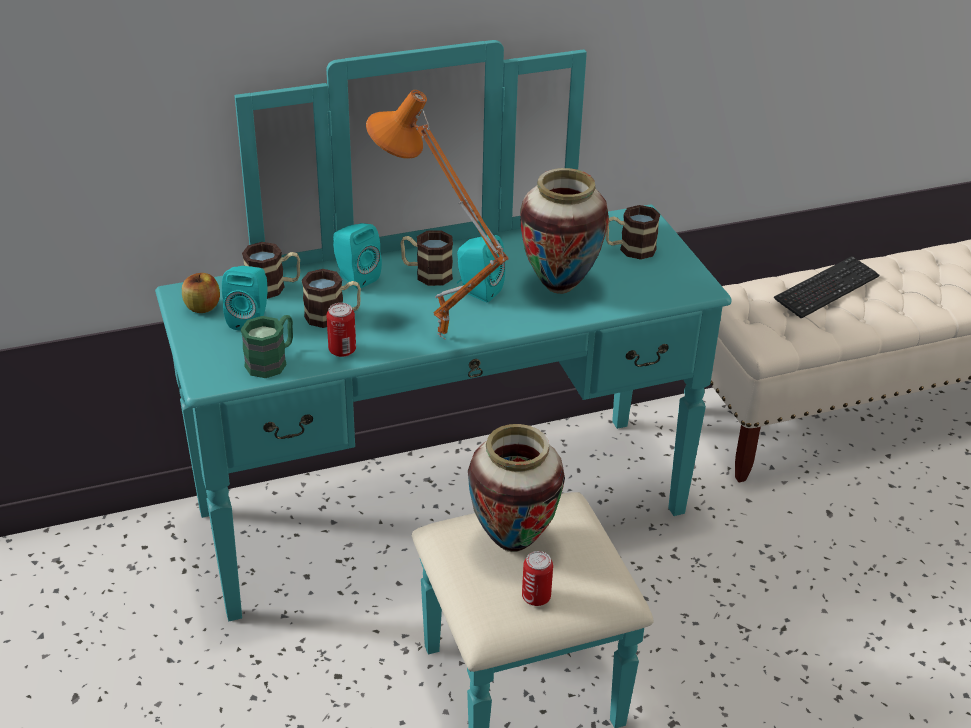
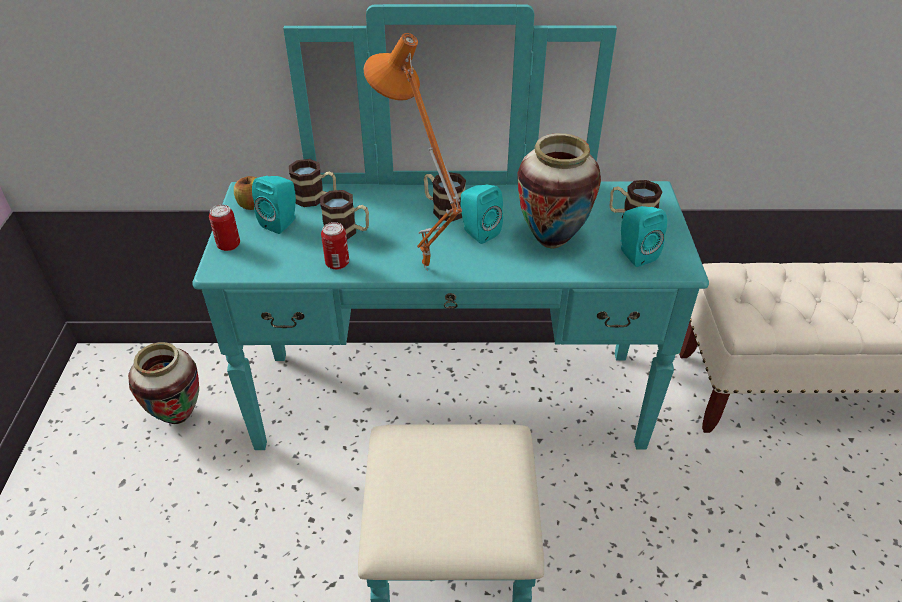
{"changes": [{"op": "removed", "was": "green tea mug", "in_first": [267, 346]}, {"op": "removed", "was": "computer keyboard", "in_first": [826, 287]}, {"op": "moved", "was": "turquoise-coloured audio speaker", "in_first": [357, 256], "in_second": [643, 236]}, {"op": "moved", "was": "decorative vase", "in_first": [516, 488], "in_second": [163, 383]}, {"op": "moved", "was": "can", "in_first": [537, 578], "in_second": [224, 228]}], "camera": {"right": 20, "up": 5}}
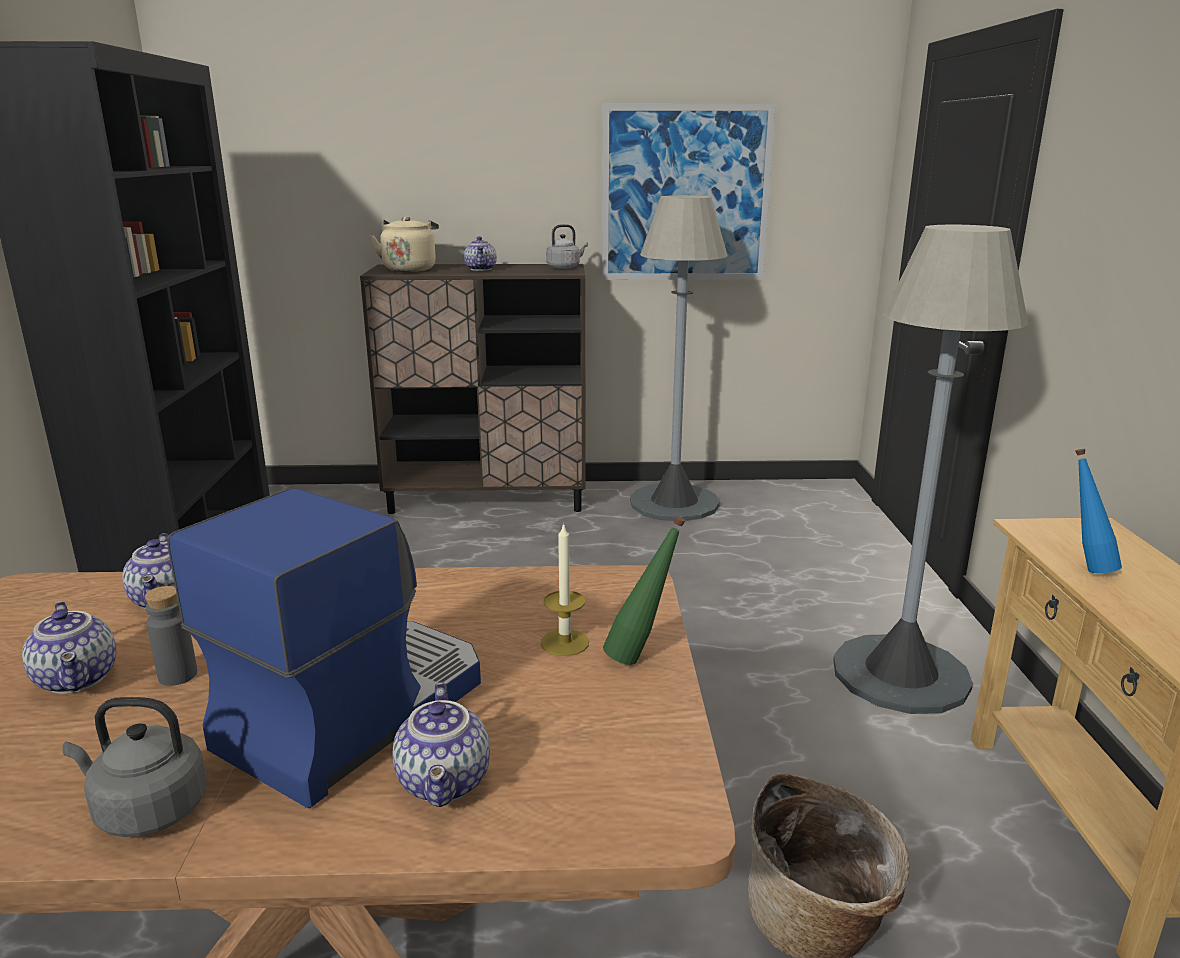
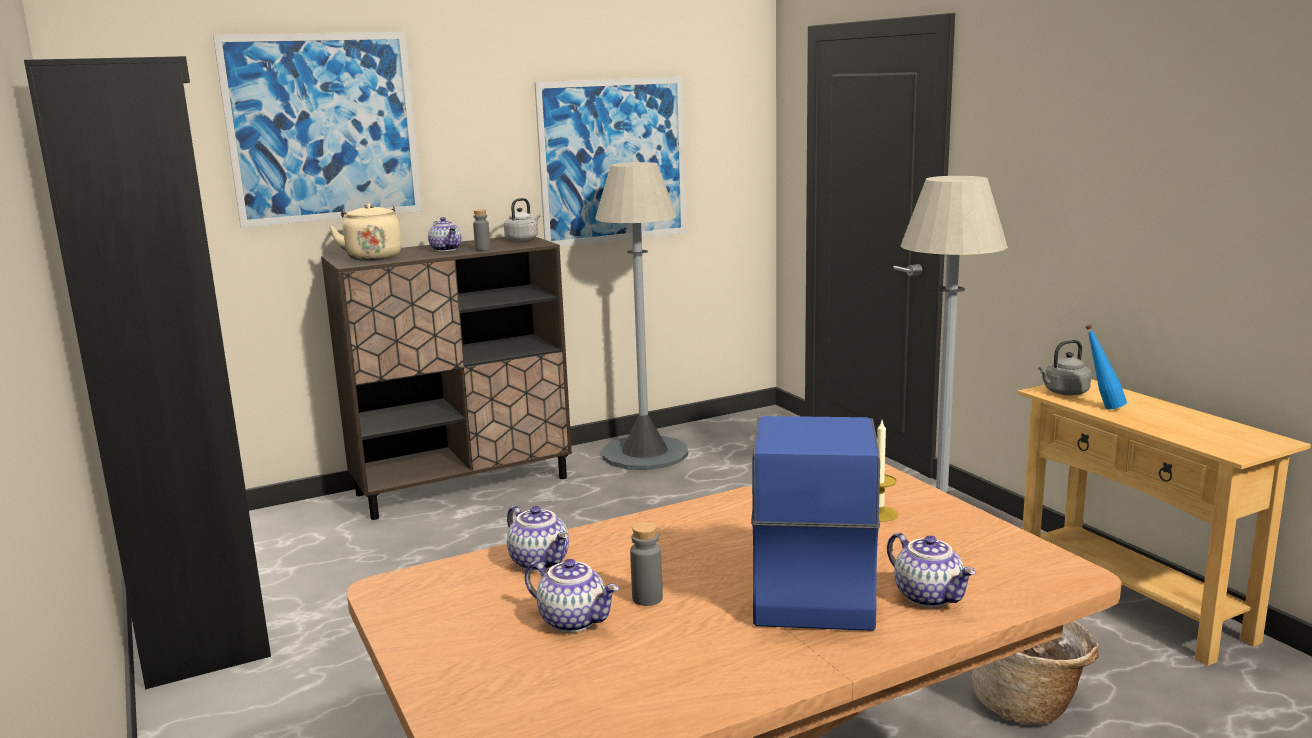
{"changes": [{"op": "removed", "was": "green beverage bottle", "in_first": [644, 590]}, {"op": "added", "now": "wall picture", "in_second": [317, 130]}, {"op": "added", "now": "greyish beverage bottle", "in_second": [482, 230]}, {"op": "moved", "was": "greyish tea kettle", "in_first": [134, 767], "in_second": [1064, 367]}], "camera": {"right": -25, "up": -5}}
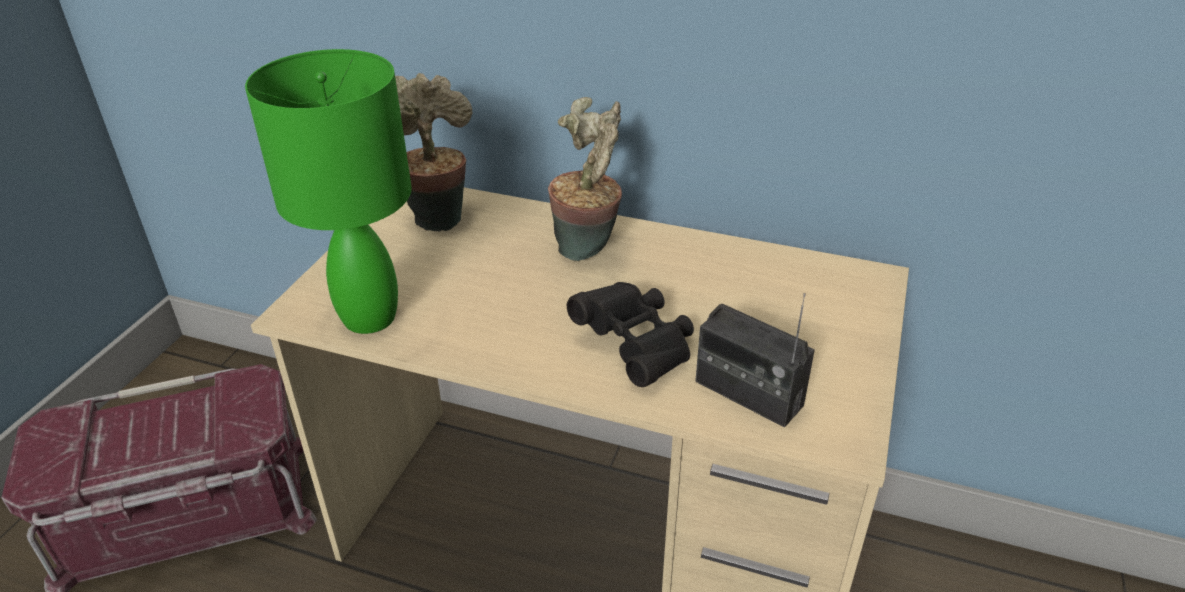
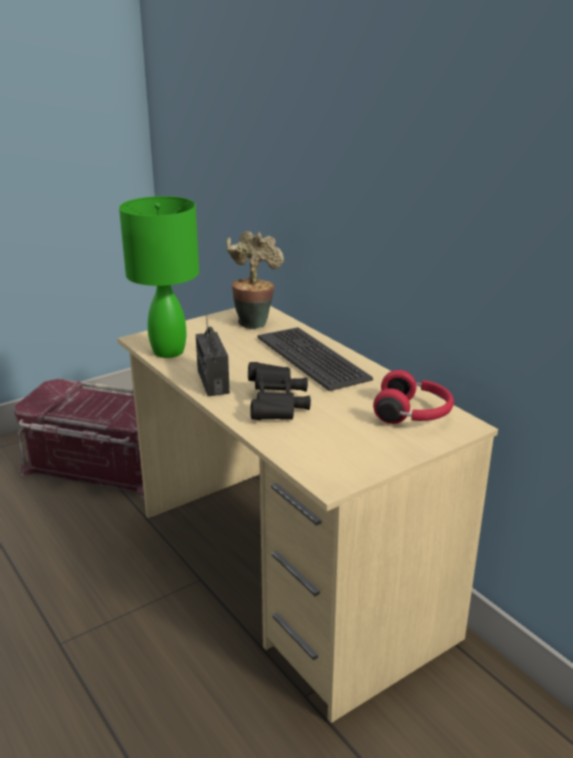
{"changes": [{"op": "added", "now": "red headphones", "in_second": [413, 397]}, {"op": "moved", "was": "radio", "in_first": [755, 360], "in_second": [213, 353]}, {"op": "replaced", "was": "potted plant", "now": "computer keyboard", "in_first": [585, 179], "in_second": [315, 359]}], "camera": {"right": 35, "up": -10}}
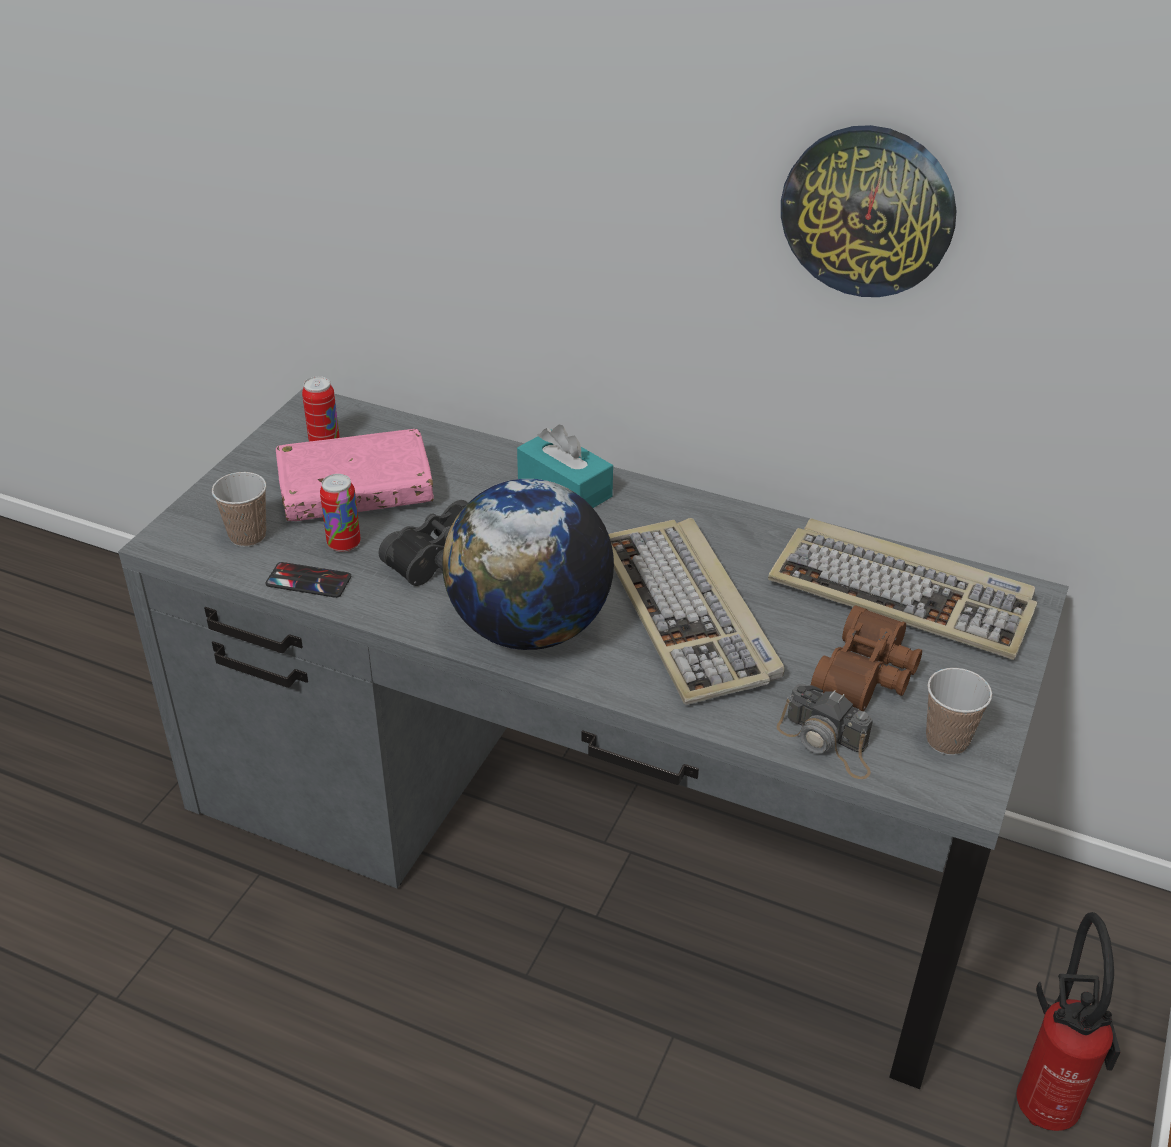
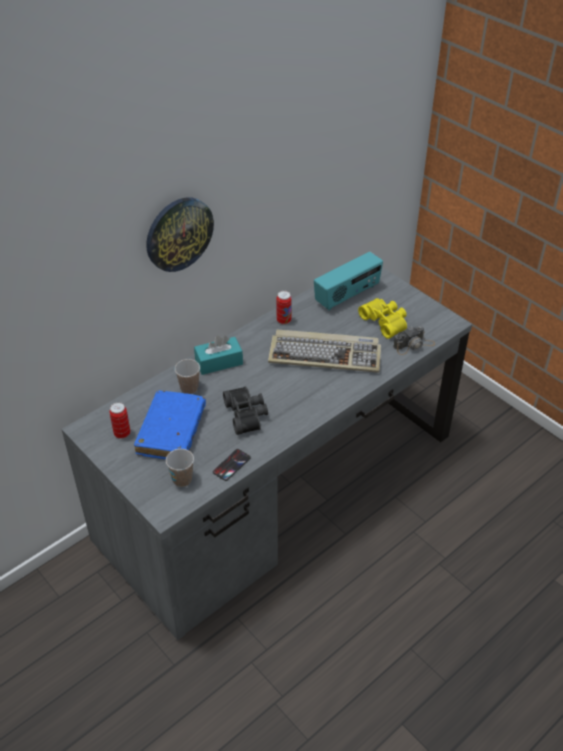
{"changes": [{"op": "removed", "was": "world globe", "in_first": [528, 564]}, {"op": "removed", "was": "fire-fighting cylinder", "in_first": [1068, 1021]}, {"op": "moved", "was": "can", "in_first": [340, 513], "in_second": [284, 307]}, {"op": "moved", "was": "hanging clock", "in_first": [869, 211], "in_second": [180, 234]}, {"op": "moved", "was": "cup", "in_first": [959, 711], "in_second": [187, 376]}, {"op": "replaced", "was": "computer keyboard", "now": "radio", "in_first": [902, 589], "in_second": [348, 281]}, {"op": "recoloured", "was": "pink book", "now": "bluish book", "in_first": [355, 475], "in_second": [170, 425]}, {"op": "recoloured", "was": "brown-coloured binoculars", "now": "yellow binoculars", "in_first": [866, 658], "in_second": [382, 318]}], "camera": {"right": -65, "up": 5}}
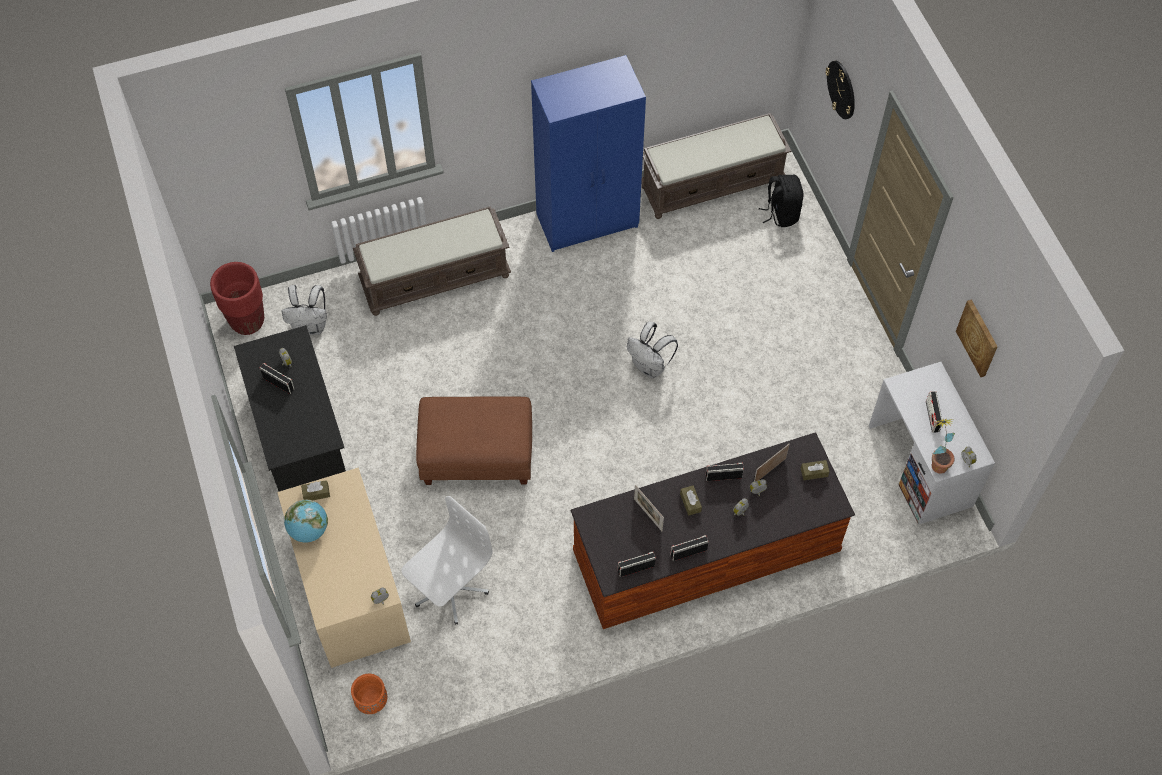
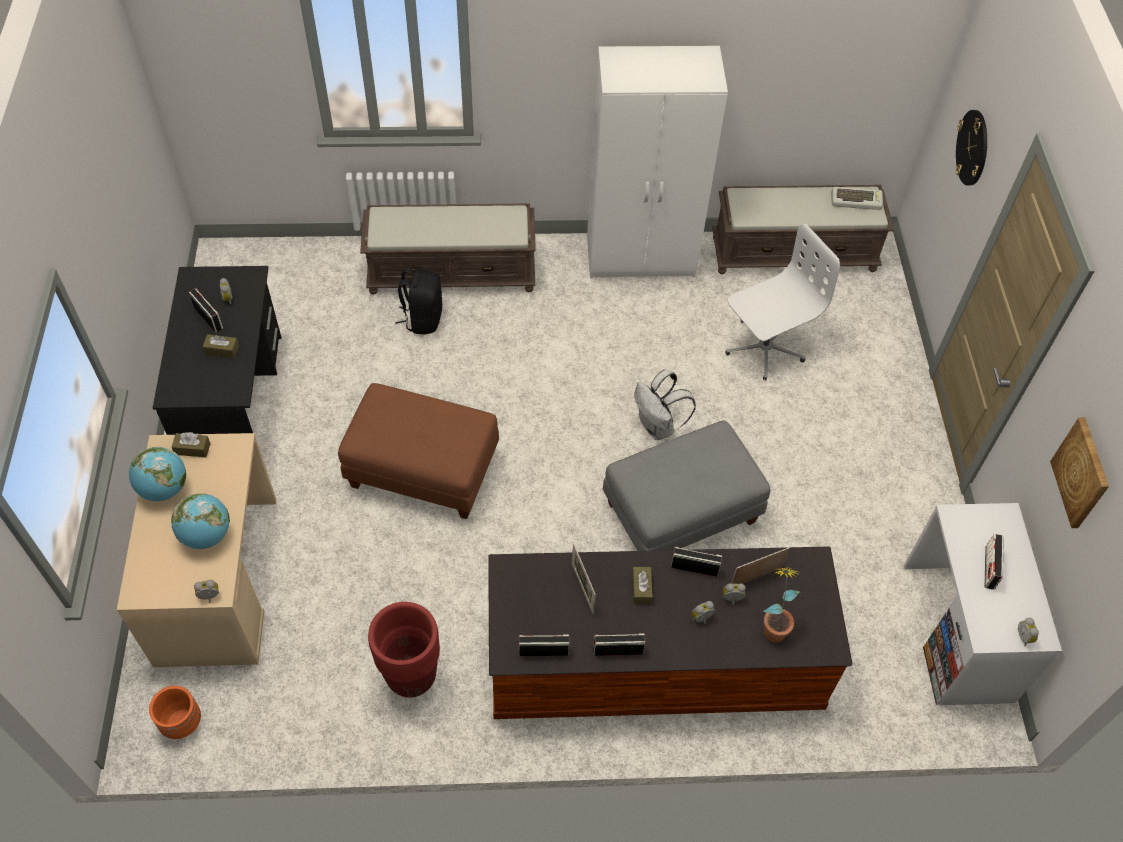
{"changes": [{"op": "removed", "was": "white backpack", "in_first": [304, 310]}, {"op": "added", "now": "world globe", "in_second": [200, 521]}, {"op": "added", "now": "greyish ottoman", "in_second": [686, 486]}, {"op": "added", "now": "computer keyboard", "in_second": [857, 198]}, {"op": "moved", "was": "red flower pot", "in_first": [237, 298], "in_second": [404, 650]}, {"op": "moved", "was": "white computer chair", "in_first": [447, 560], "in_second": [782, 302]}, {"op": "moved", "was": "black-coloured backpack", "in_first": [781, 201], "in_second": [418, 300]}, {"op": "moved", "was": "brown-coloured tissue box", "in_first": [815, 470], "in_second": [220, 346]}, {"op": "moved", "was": "potted plant", "in_first": [943, 446], "in_second": [782, 605]}, {"op": "recoloured", "was": "bluish wardrobe", "now": "white wardrobe", "in_first": [588, 153], "in_second": [657, 162]}], "camera": {"right": 15, "up": -5}}
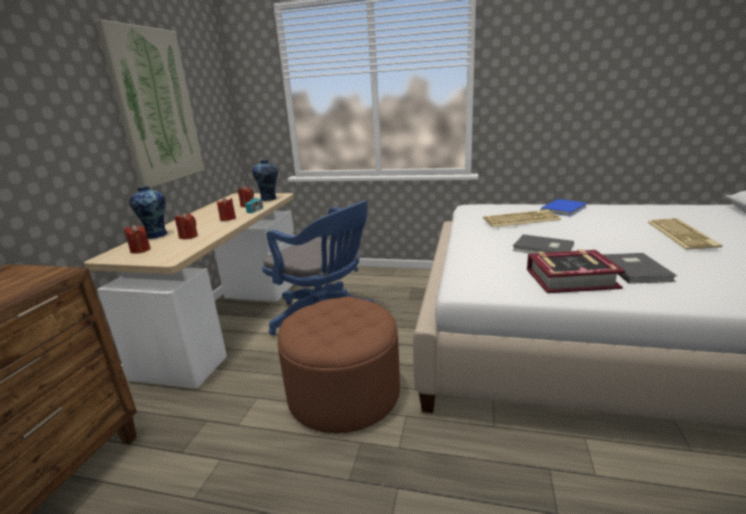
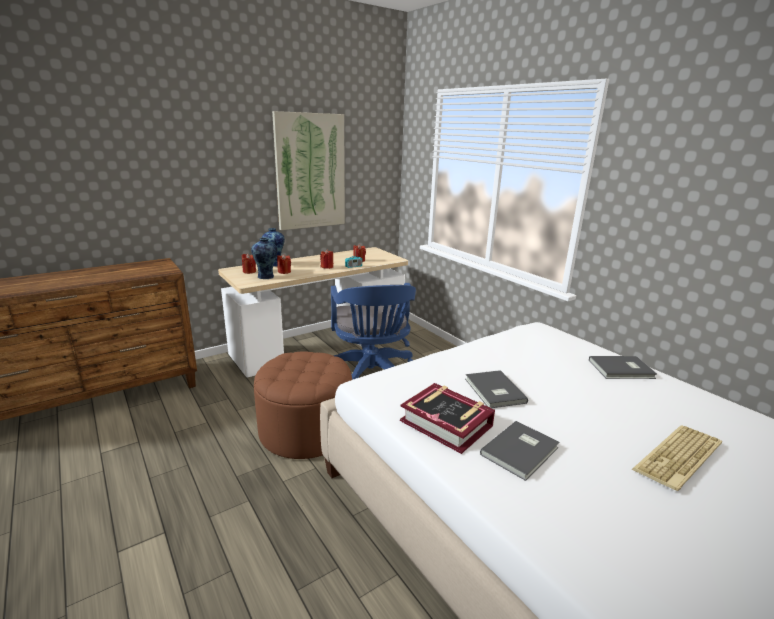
{"changes": [{"op": "removed", "was": "computer keyboard", "in_first": [522, 218]}, {"op": "moved", "was": "decorative vase", "in_first": [265, 180], "in_second": [264, 258]}, {"op": "recoloured", "was": "bluish book", "now": "greyish book", "in_first": [564, 207], "in_second": [623, 367]}], "camera": {"right": 40, "up": 0}}
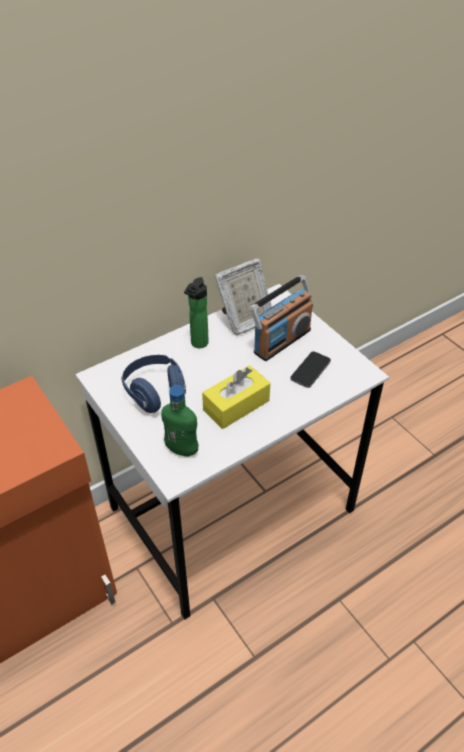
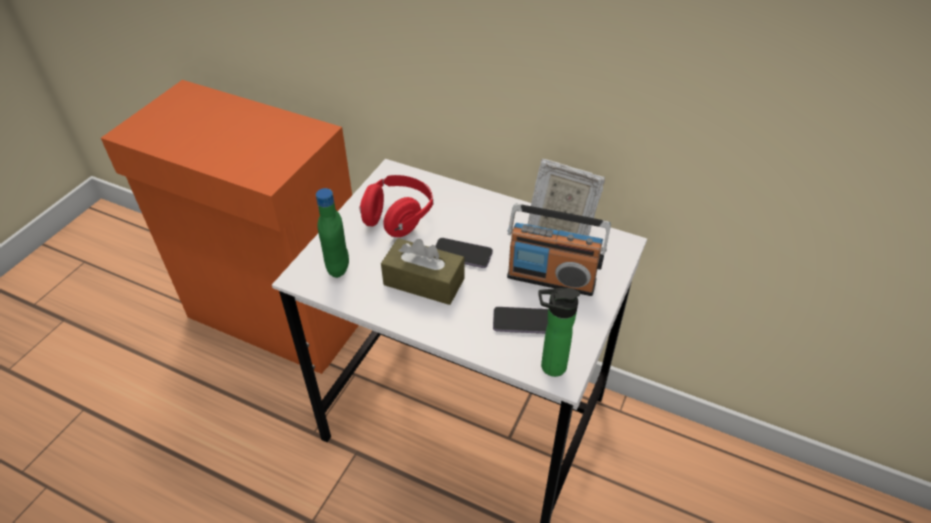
{"changes": [{"op": "added", "now": "handset", "in_second": [464, 253]}, {"op": "moved", "was": "beverage bottle", "in_first": [196, 312], "in_second": [559, 332]}, {"op": "recoloured", "was": "bluish headphones", "now": "red headphones", "in_first": [153, 384], "in_second": [396, 206]}, {"op": "recoloured", "was": "yellow tissue box", "now": "brown-coloured tissue box", "in_first": [236, 397], "in_second": [422, 271]}], "camera": {"right": 60, "up": 0}}
